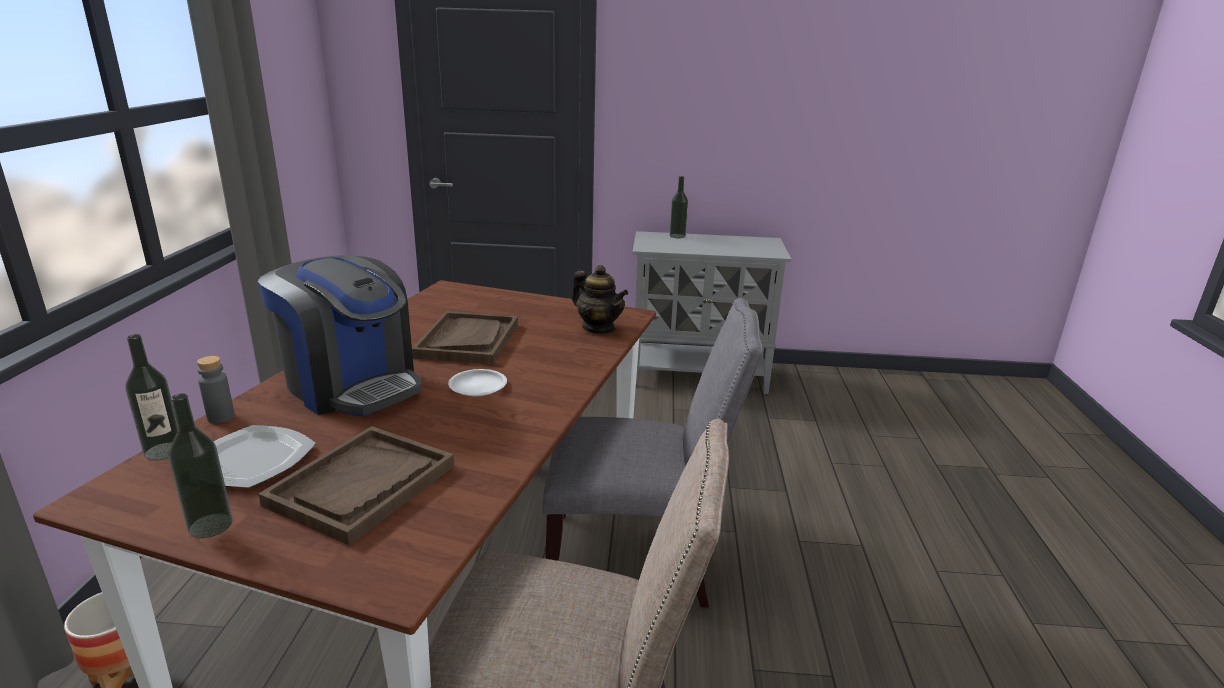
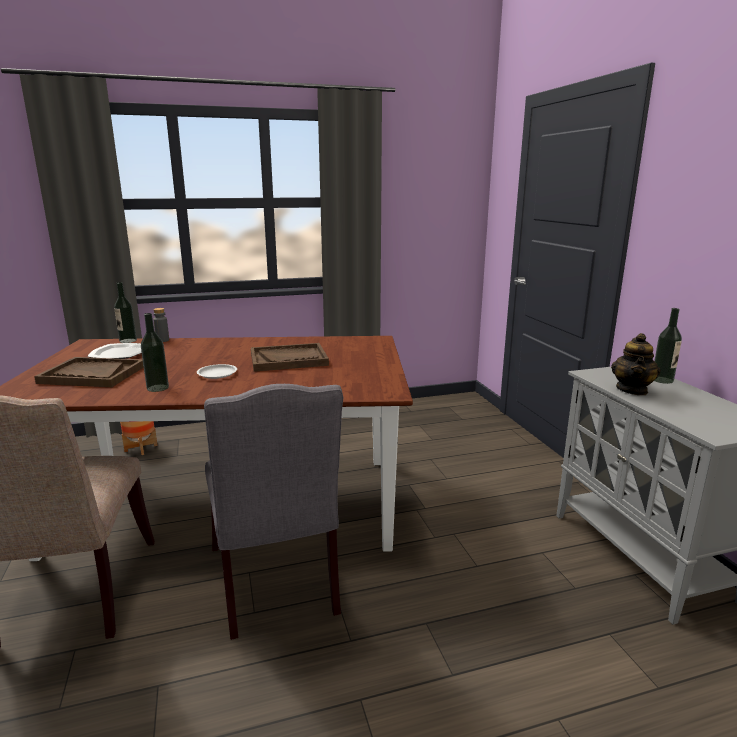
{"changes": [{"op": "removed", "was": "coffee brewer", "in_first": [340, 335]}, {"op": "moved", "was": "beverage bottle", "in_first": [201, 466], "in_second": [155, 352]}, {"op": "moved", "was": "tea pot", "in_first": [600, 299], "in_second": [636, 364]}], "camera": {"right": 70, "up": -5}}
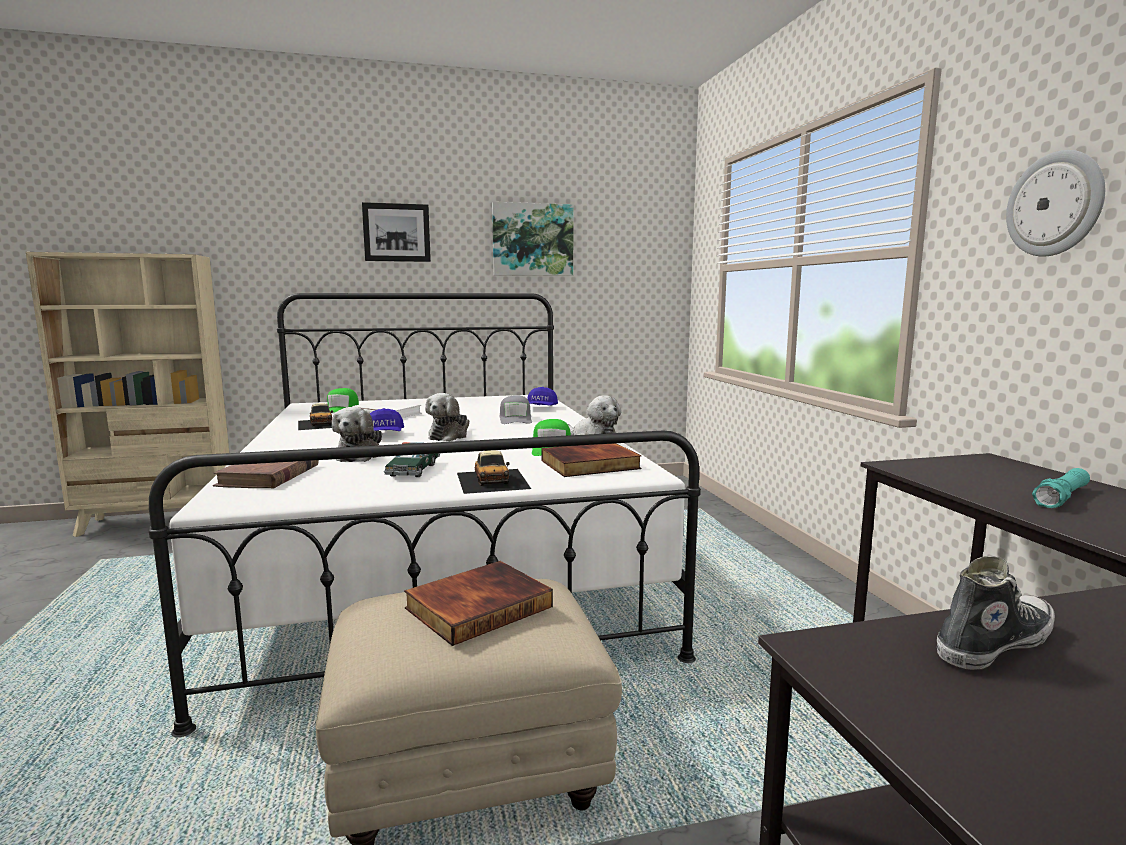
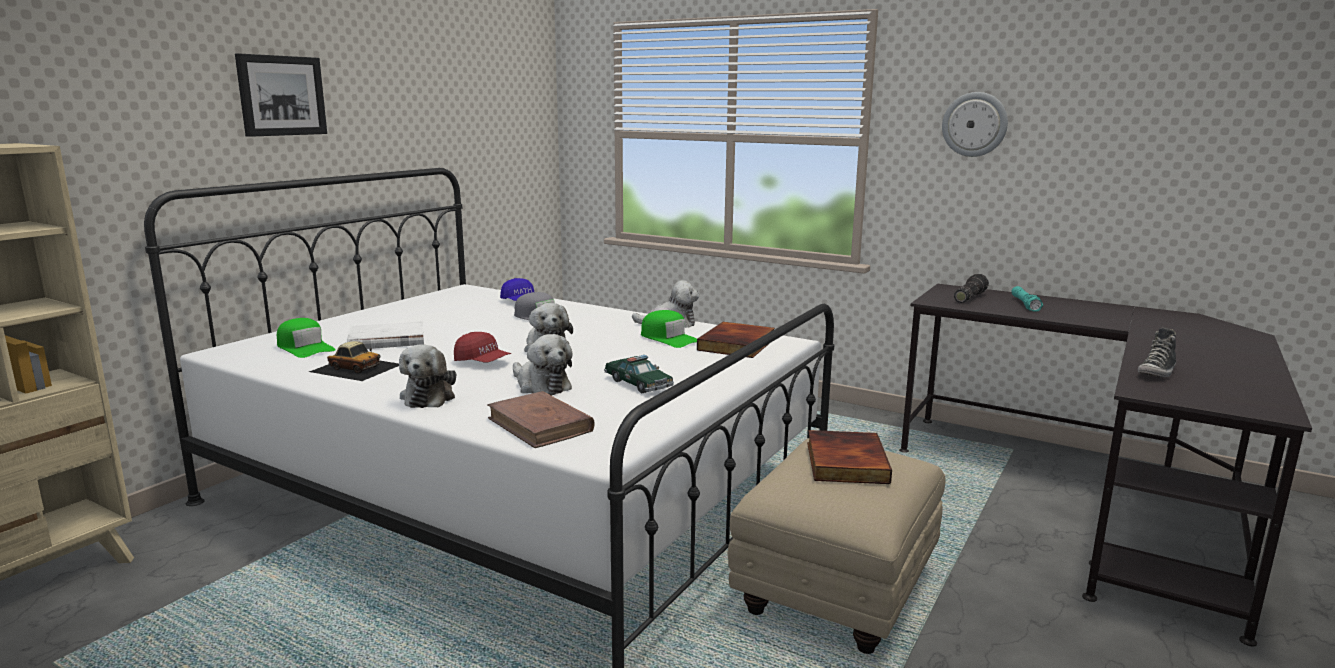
{"changes": [{"op": "removed", "was": "model car", "in_first": [494, 472]}, {"op": "removed", "was": "wall picture", "in_first": [533, 239]}, {"op": "added", "now": "soft toy", "in_second": [427, 376]}, {"op": "added", "now": "torch", "in_second": [971, 288]}, {"op": "recoloured", "was": "bluish baseball cap", "now": "red baseball cap", "in_first": [387, 419], "in_second": [482, 347]}, {"op": "turned", "was": "shoe", "in_first": [996, 613], "in_second": [1157, 353], "clockwise": -150}], "camera": {"right": -45, "up": 5}}
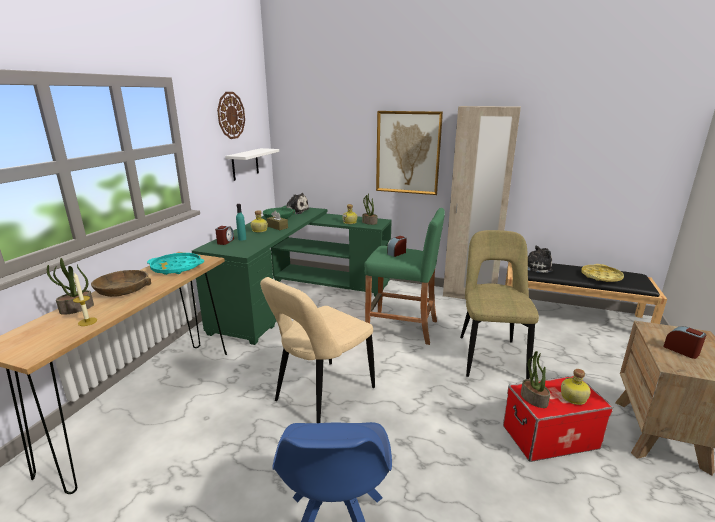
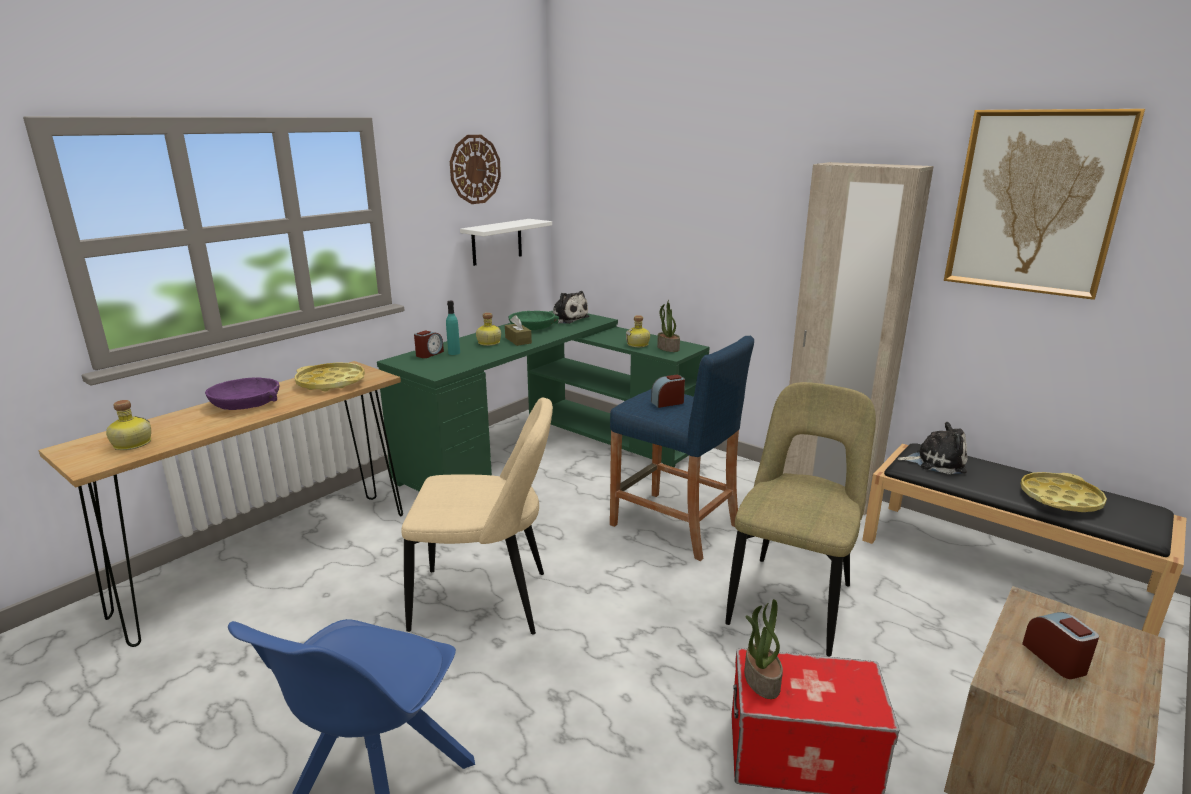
{"changes": [{"op": "removed", "was": "potted plant", "in_first": [70, 286]}, {"op": "removed", "was": "wax light", "in_first": [85, 299]}, {"op": "moved", "was": "wall picture", "in_first": [409, 153], "in_second": [1044, 204]}, {"op": "moved", "was": "beverage bottle", "in_first": [576, 387], "in_second": [128, 425]}, {"op": "recoloured", "was": "brown-coloured deep dish", "now": "purple deep dish", "in_first": [121, 283], "in_second": [242, 393]}, {"op": "recoloured", "was": "turquoise-coloured serving tray", "now": "yellow serving tray", "in_first": [175, 264], "in_second": [330, 377]}, {"op": "recoloured", "was": "green sitting stool", "now": "bluish sitting stool", "in_first": [405, 276], "in_second": [682, 448]}, {"op": "turned", "was": "beige upright chair", "in_first": [317, 350], "in_second": [477, 516], "clockwise": -150}], "camera": {"right": 20, "up": 0}}
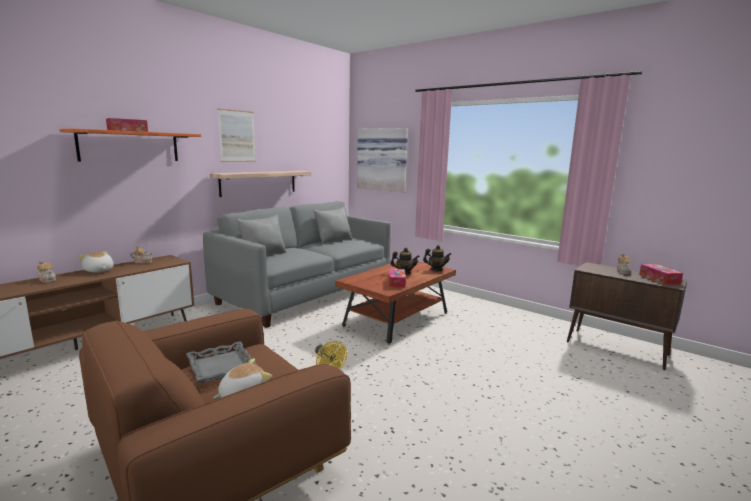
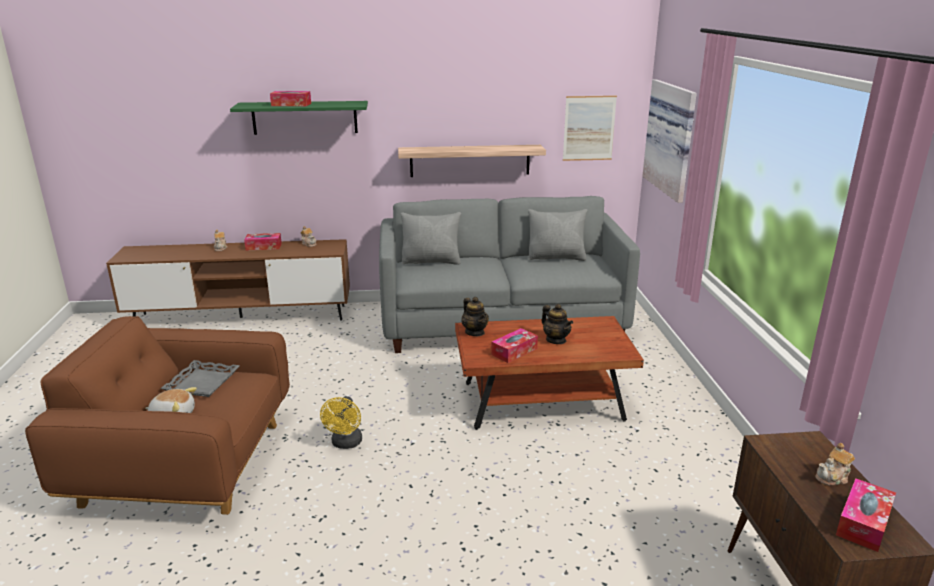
{"changes": [{"op": "moved", "was": "wall picture", "in_first": [237, 135], "in_second": [590, 128]}, {"op": "moved", "was": "tea pot", "in_first": [437, 258], "in_second": [475, 316]}, {"op": "replaced", "was": "soft toy", "now": "tissue box", "in_first": [96, 262], "in_second": [263, 242]}, {"op": "recoloured", "was": "orange wall shelf", "now": "green wall shelf", "in_first": [130, 145], "in_second": [299, 118]}], "camera": {"right": 45, "up": 10}}
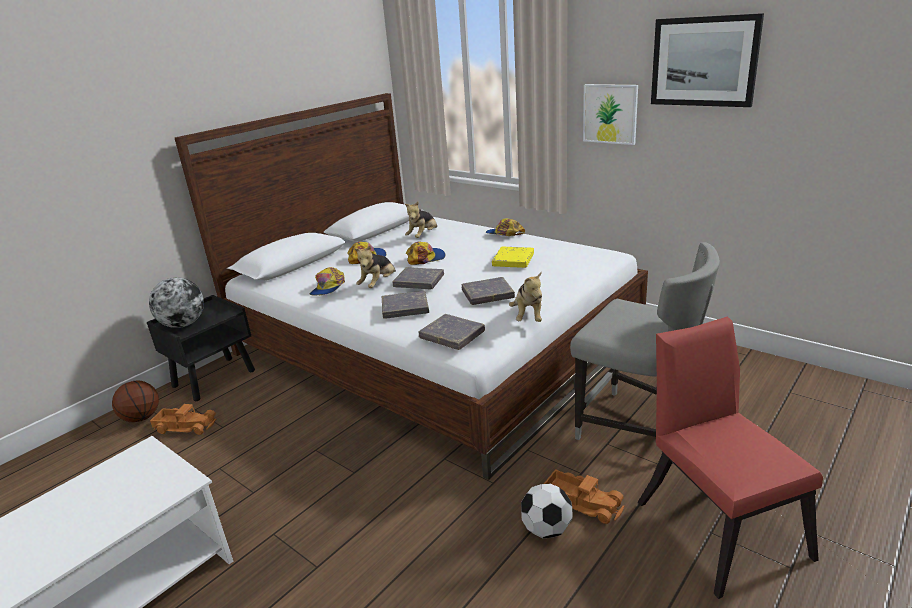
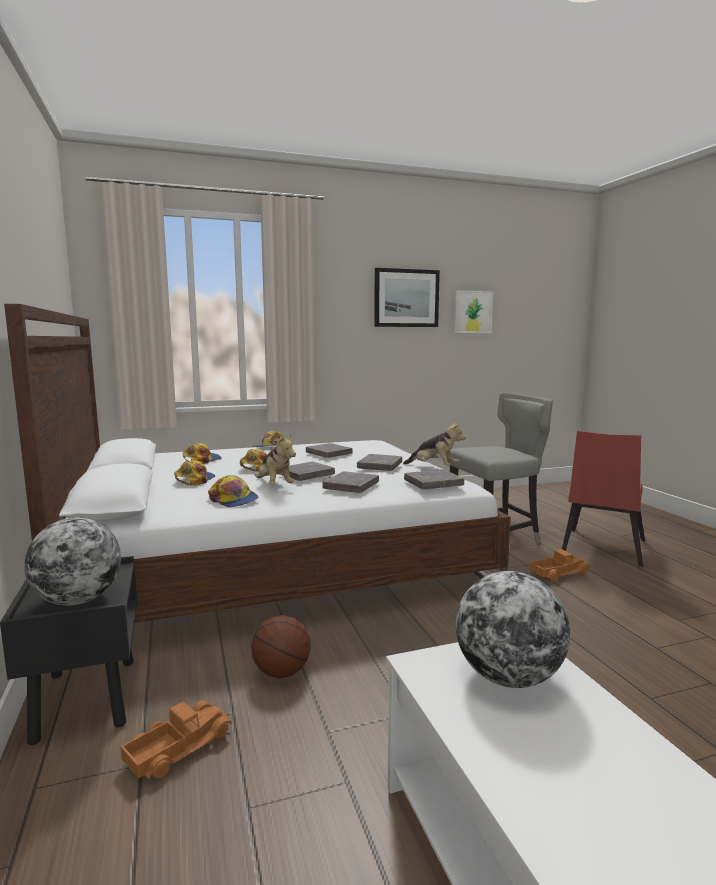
{"changes": [{"op": "removed", "was": "ball for football", "in_first": [547, 511]}, {"op": "added", "now": "world globe", "in_second": [513, 629]}, {"op": "moved", "was": "basketball ball", "in_first": [135, 401], "in_second": [281, 646]}, {"op": "moved", "was": "wall picture", "in_first": [610, 114], "in_second": [473, 311]}, {"op": "replaced", "was": "soft toy", "now": "baseball cap", "in_first": [421, 220], "in_second": [202, 453]}, {"op": "recoloured", "was": "yellow book", "now": "greyish book", "in_first": [513, 257], "in_second": [329, 450]}, {"op": "turned", "was": "red upright chair", "in_first": [730, 458], "in_second": [603, 499], "clockwise": -75}], "camera": {"right": -60, "up": -15}}
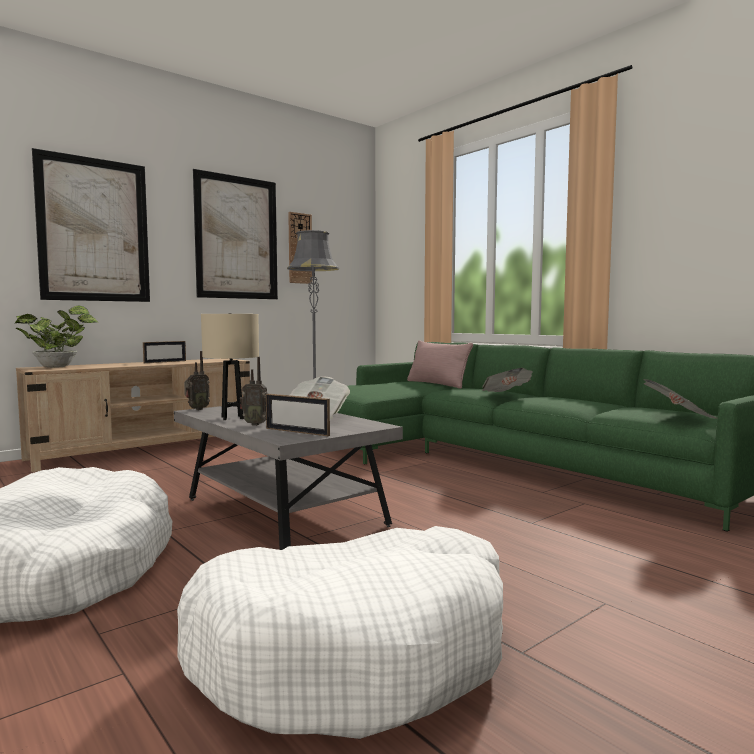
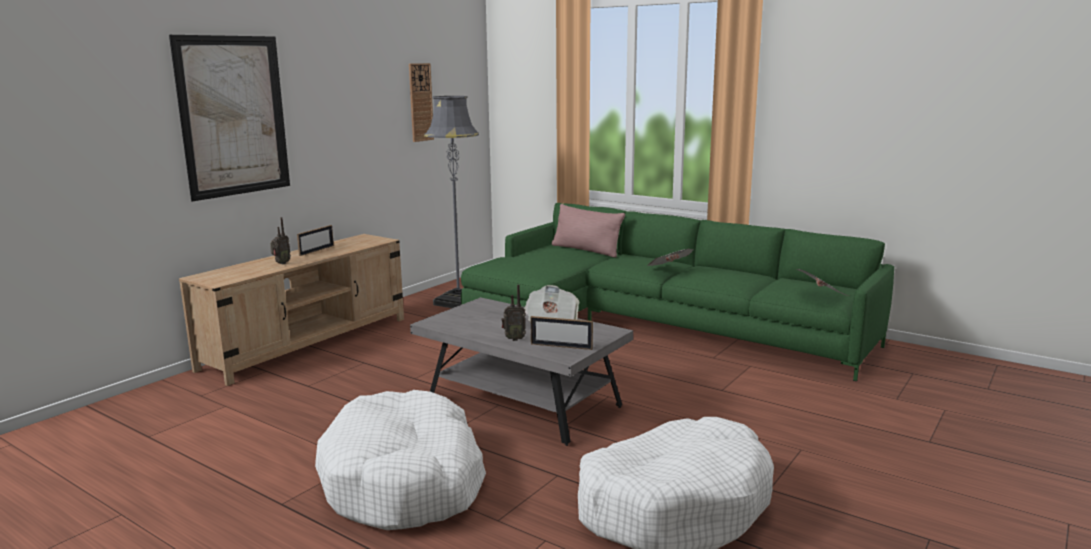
{"changes": [{"op": "removed", "was": "potted plant", "in_first": [56, 336]}, {"op": "removed", "was": "wall picture", "in_first": [235, 234]}, {"op": "removed", "was": "beige lamp for a table", "in_first": [230, 366]}, {"op": "moved", "was": "radio", "in_first": [197, 380], "in_second": [280, 240]}], "camera": {"right": -15, "up": 10}}
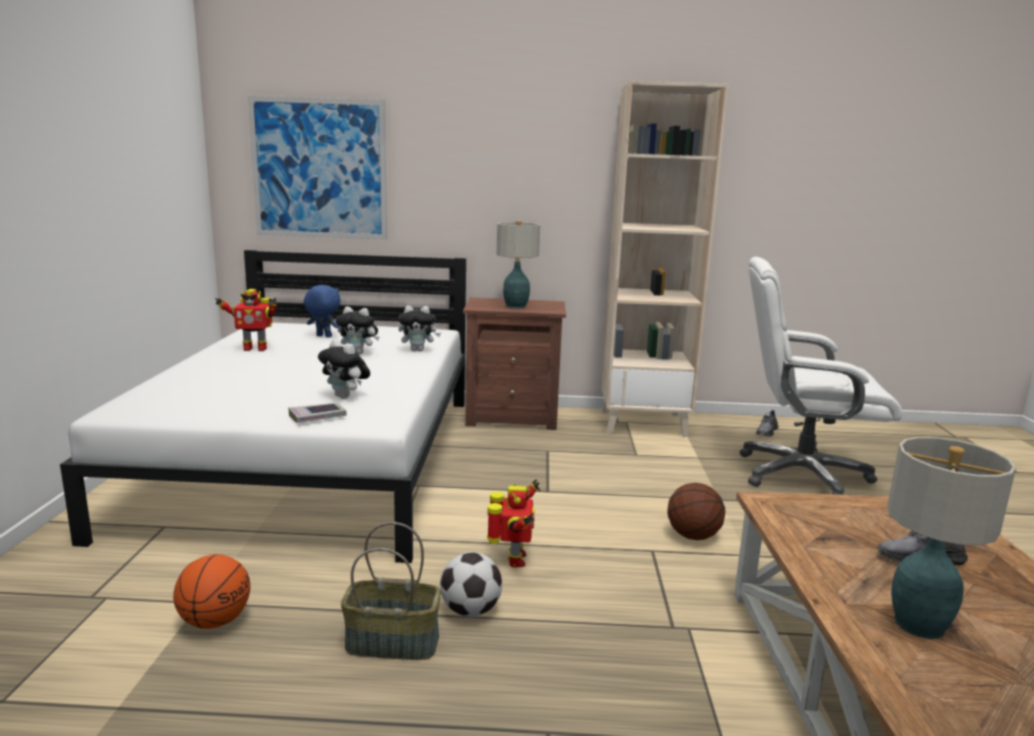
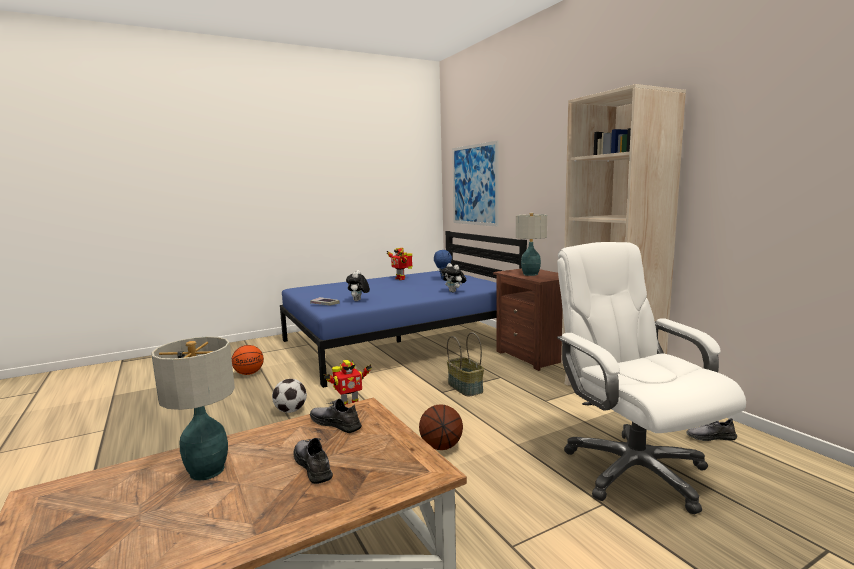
{"changes": [{"op": "removed", "was": "soft toy", "in_first": [357, 330]}, {"op": "added", "now": "greyish shoe", "in_second": [336, 416]}, {"op": "moved", "was": "storage basket", "in_first": [391, 591], "in_second": [465, 364]}, {"op": "recoloured", "was": "white bedroom bed", "now": "bluish bedroom bed", "in_first": [263, 406], "in_second": [403, 309]}], "camera": {"right": 60, "up": -5}}
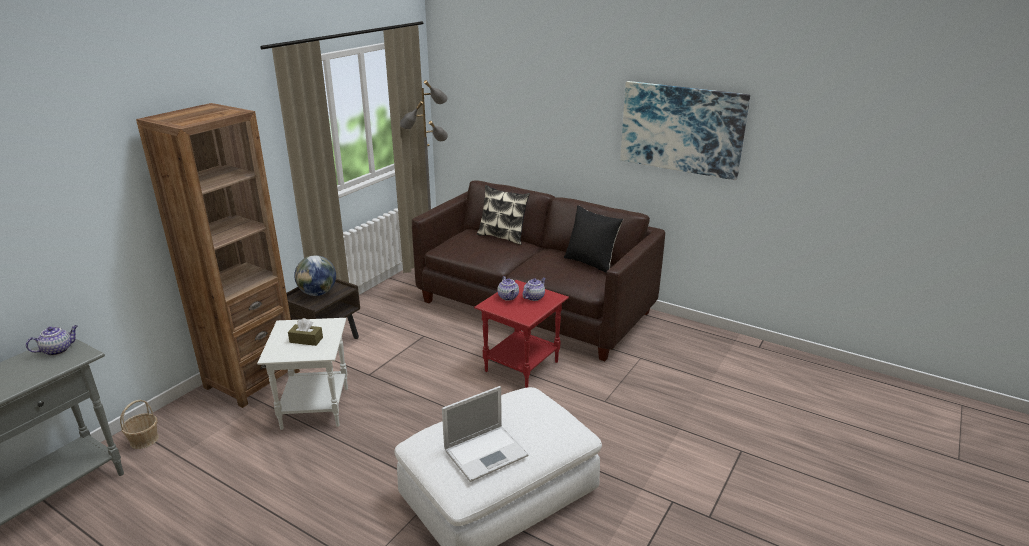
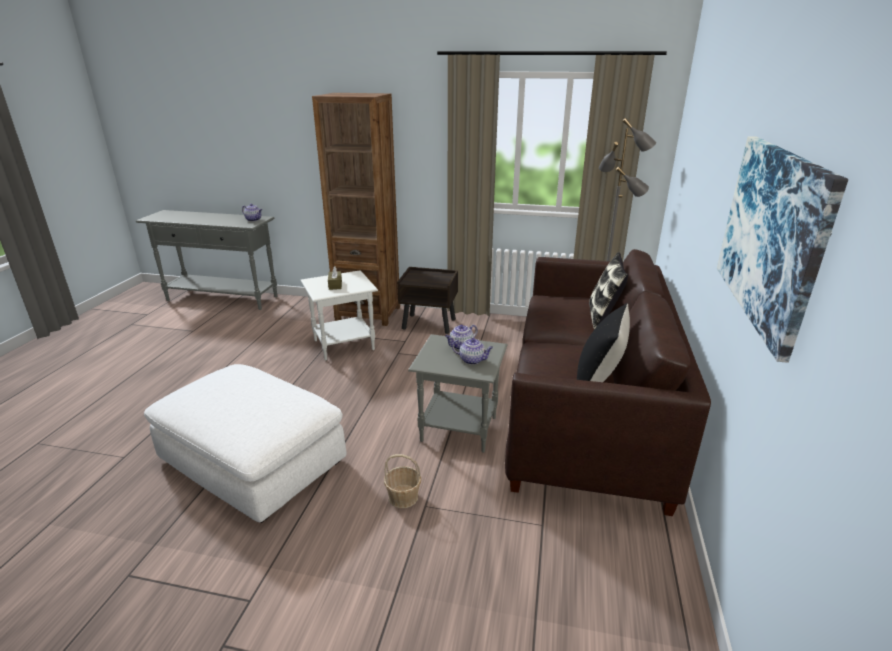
{"changes": [{"op": "removed", "was": "world globe", "in_first": [315, 275]}, {"op": "removed", "was": "portable computer", "in_first": [485, 434]}, {"op": "moved", "was": "storage basket", "in_first": [139, 424], "in_second": [402, 481]}, {"op": "recoloured", "was": "red end table", "now": "greyish end table", "in_first": [521, 334], "in_second": [457, 393]}], "camera": {"right": 70, "up": 0}}
